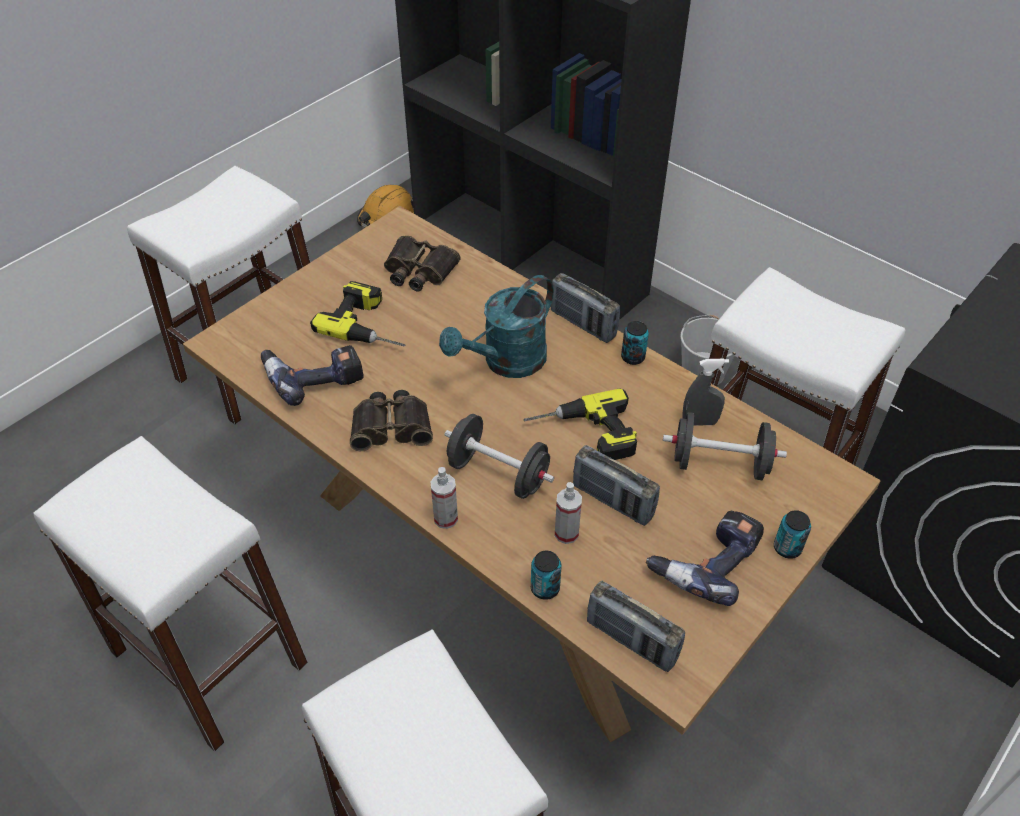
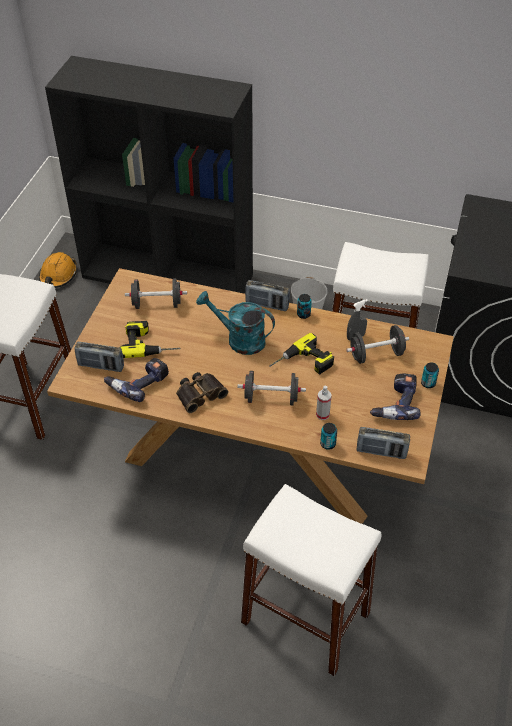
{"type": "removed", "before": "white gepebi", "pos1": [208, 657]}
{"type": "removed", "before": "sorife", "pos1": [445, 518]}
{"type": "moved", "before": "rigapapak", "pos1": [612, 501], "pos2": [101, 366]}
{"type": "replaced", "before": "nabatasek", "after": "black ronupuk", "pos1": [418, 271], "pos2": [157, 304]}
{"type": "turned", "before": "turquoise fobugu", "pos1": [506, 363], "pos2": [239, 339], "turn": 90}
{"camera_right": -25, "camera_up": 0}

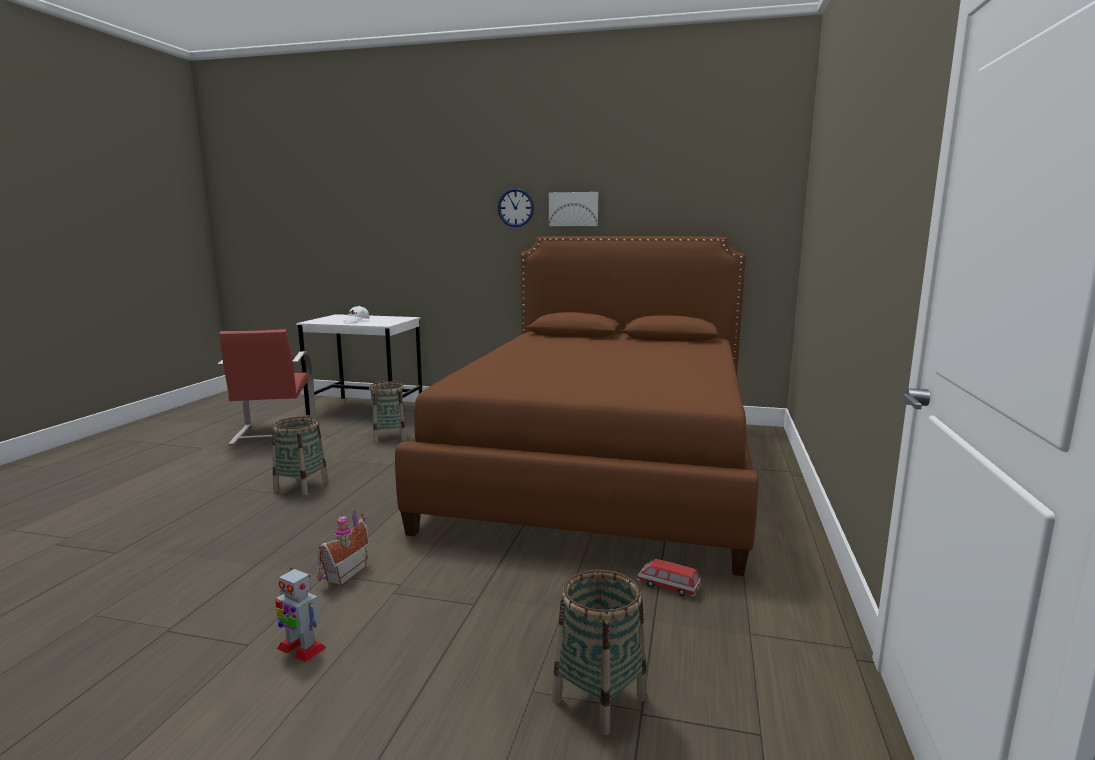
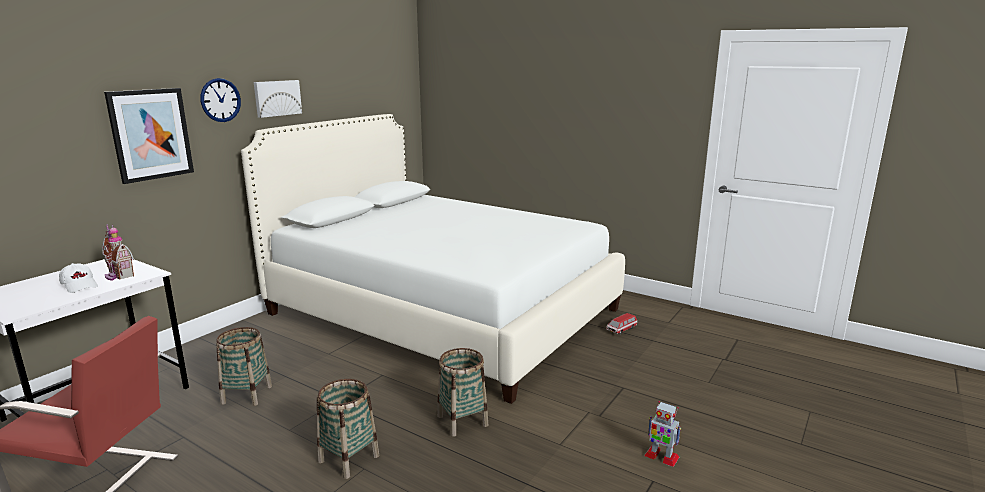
{"type": "added", "after": "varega", "pos2": [151, 134]}
{"type": "moved", "before": "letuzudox", "pos1": [343, 574], "pos2": [118, 275]}
{"type": "moved", "before": "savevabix", "pos1": [599, 699], "pos2": [462, 420]}
{"type": "recoloured", "before": "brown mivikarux", "after": "white mivikarux", "pos1": [602, 467], "pos2": [442, 311]}
{"type": "turned", "before": "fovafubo", "pos1": [301, 648], "pos2": [661, 456], "turn": 75}
{"camera_right": -70, "camera_up": 5}

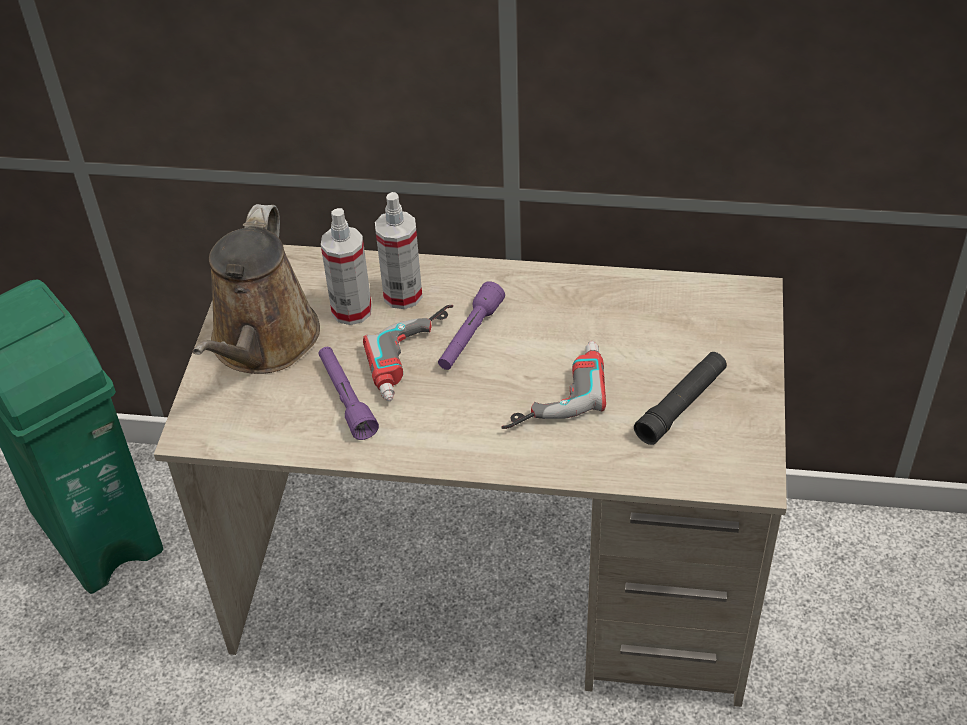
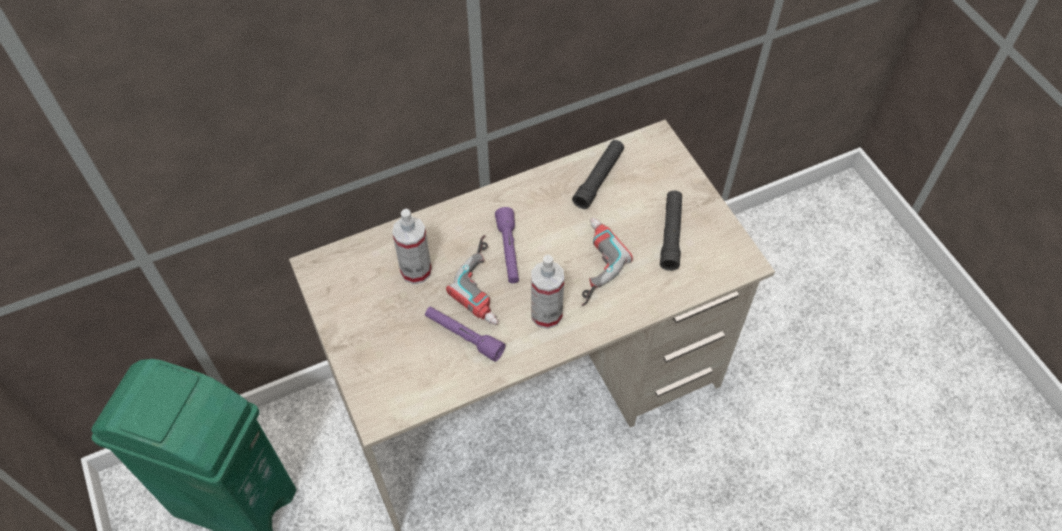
{"type": "removed", "before": "brown fobugu", "pos1": [262, 344]}
{"type": "added", "after": "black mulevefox", "pos2": [599, 178]}
{"type": "moved", "before": "sorife", "pos1": [402, 295], "pos2": [546, 315]}
{"camera_right": -35, "camera_up": 10}

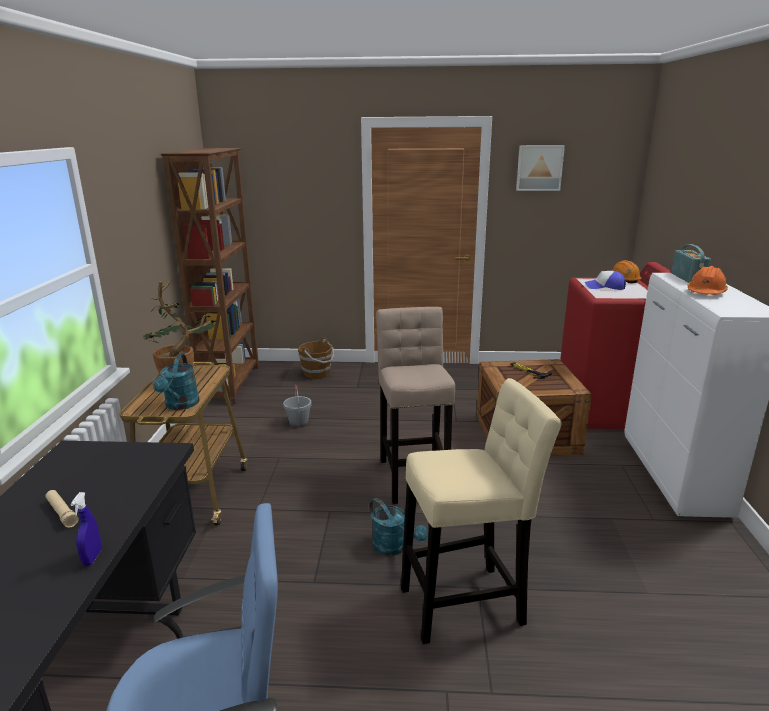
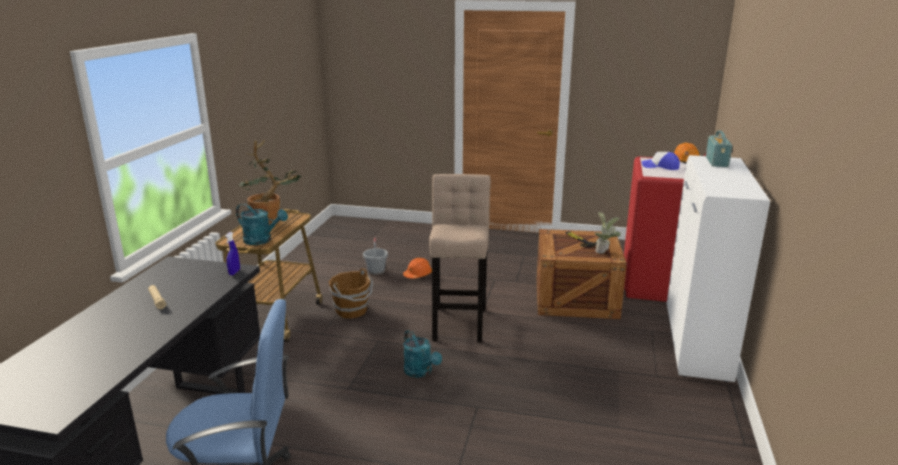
{"type": "removed", "before": "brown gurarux", "pos1": [231, 384]}
{"type": "removed", "before": "beige gepebi", "pos1": [468, 603]}
{"type": "removed", "before": "varega", "pos1": [539, 167]}
{"type": "added", "after": "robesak", "pos2": [605, 252]}
{"type": "moved", "before": "blue sorife", "pos1": [92, 557], "pos2": [234, 272]}
{"type": "moved", "before": "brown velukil", "pos1": [317, 374], "pos2": [352, 311]}
{"type": "moved", "before": "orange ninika", "pos1": [705, 293], "pos2": [418, 275]}
{"type": "turned", "before": "turquoise fobugu", "pos1": [180, 405], "pos2": [262, 240], "turn": -75}
{"camera_right": 10, "camera_up": 0}

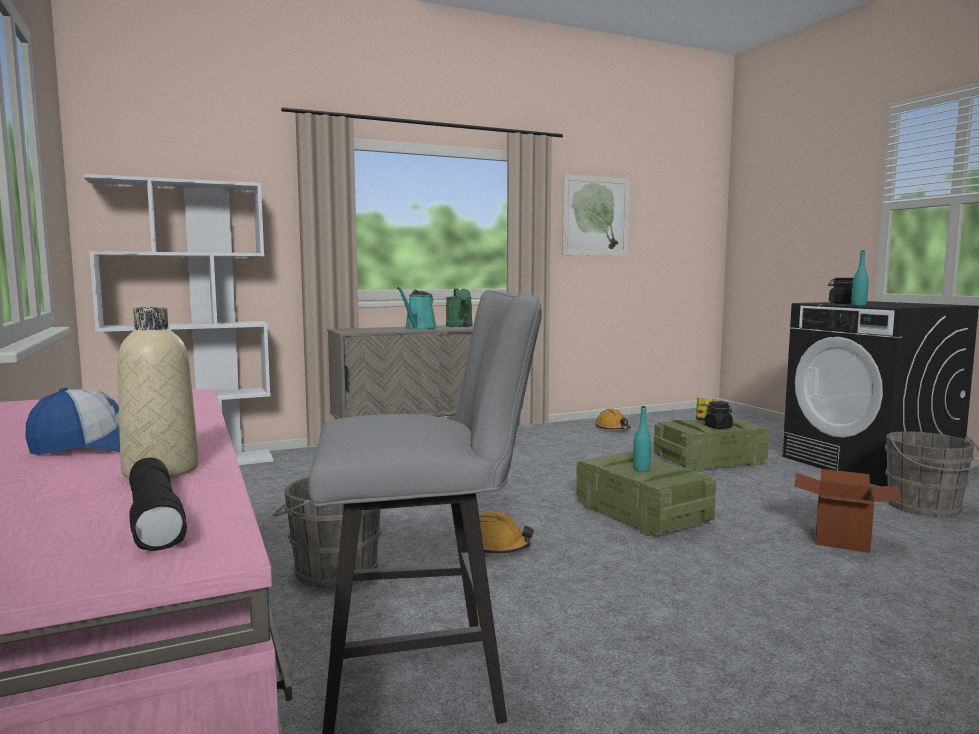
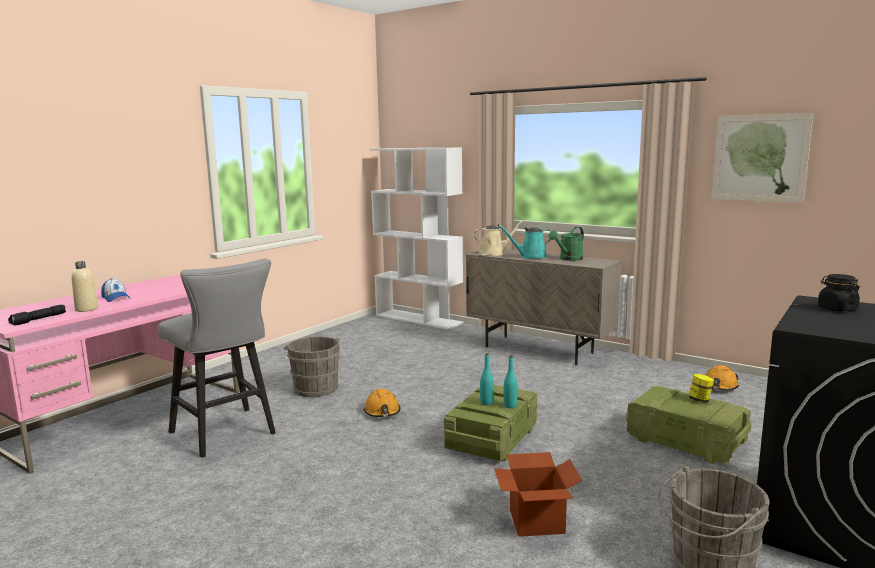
{"type": "removed", "before": "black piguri", "pos1": [718, 427]}
{"type": "added", "after": "beige fobugu", "pos2": [494, 253]}
{"type": "moved", "before": "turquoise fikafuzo", "pos1": [858, 305], "pos2": [510, 406]}
{"camera_right": 60, "camera_up": 5}

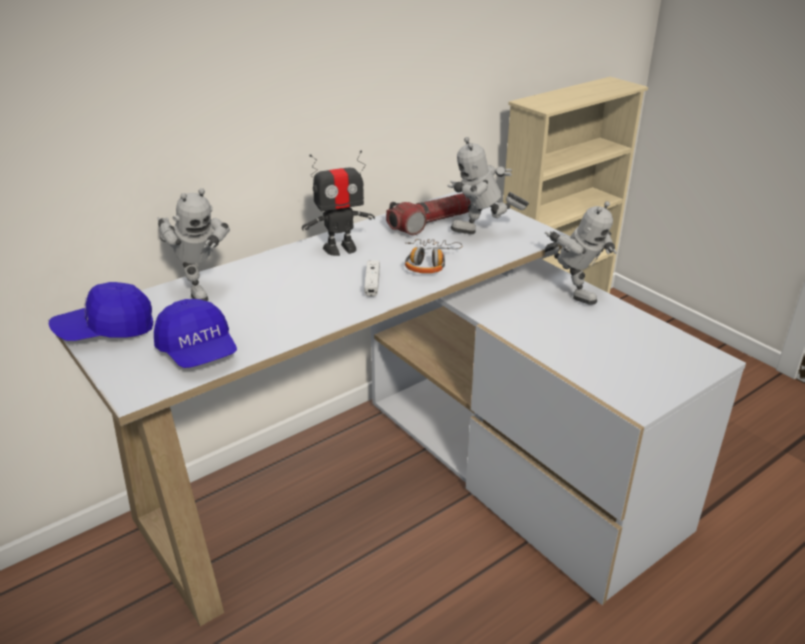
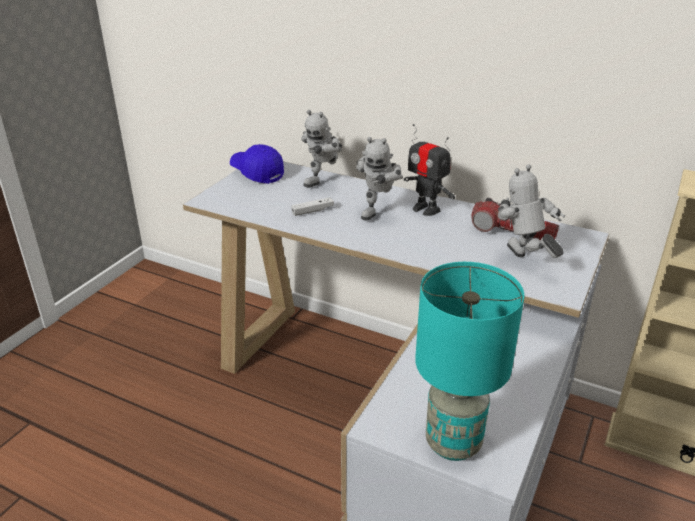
{"type": "removed", "before": "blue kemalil", "pos1": [198, 352]}
{"type": "removed", "before": "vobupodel", "pos1": [429, 263]}
{"type": "added", "after": "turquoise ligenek", "pos2": [454, 442]}
{"type": "moved", "before": "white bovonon", "pos1": [372, 283], "pos2": [312, 211]}
{"type": "moved", "before": "fovafubo", "pos1": [571, 292], "pos2": [378, 211]}
{"camera_right": 65, "camera_up": 0}

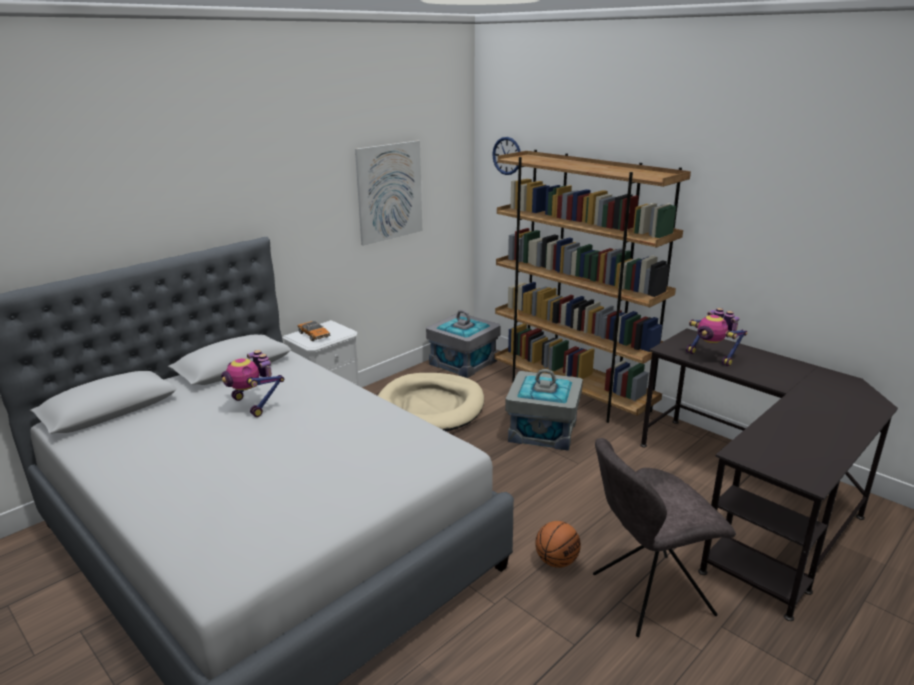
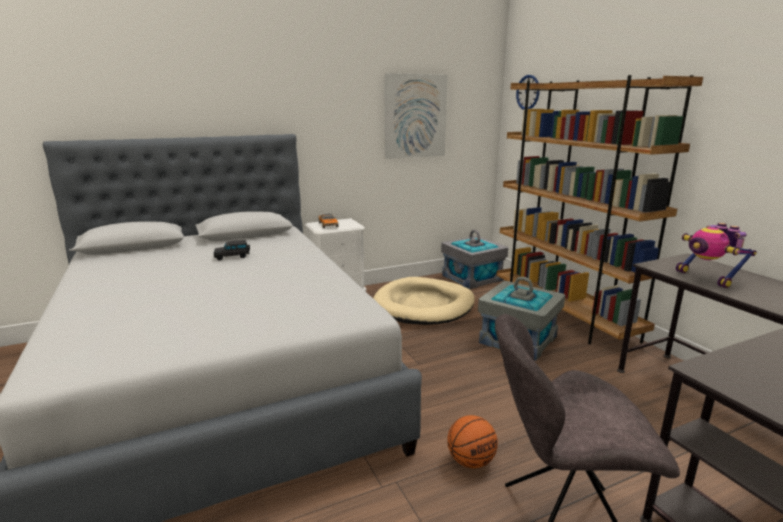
{"type": "replaced", "before": "fovafubo", "after": "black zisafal", "pos1": [254, 405], "pos2": [232, 257]}
{"camera_right": 20, "camera_up": -5}

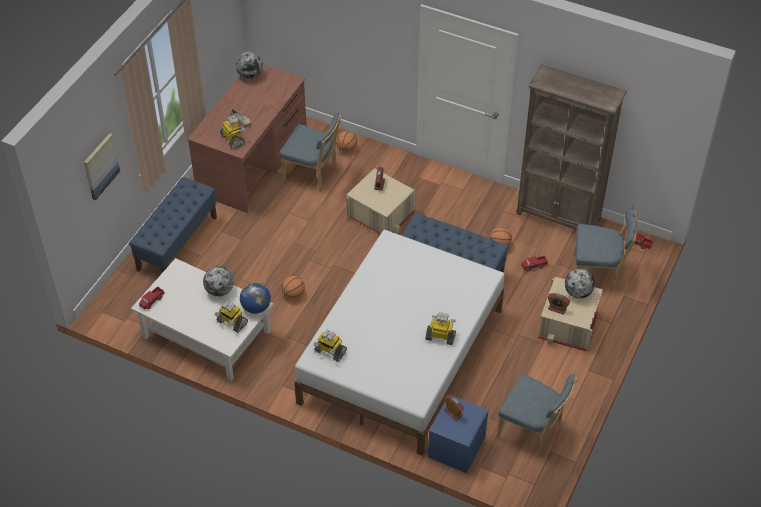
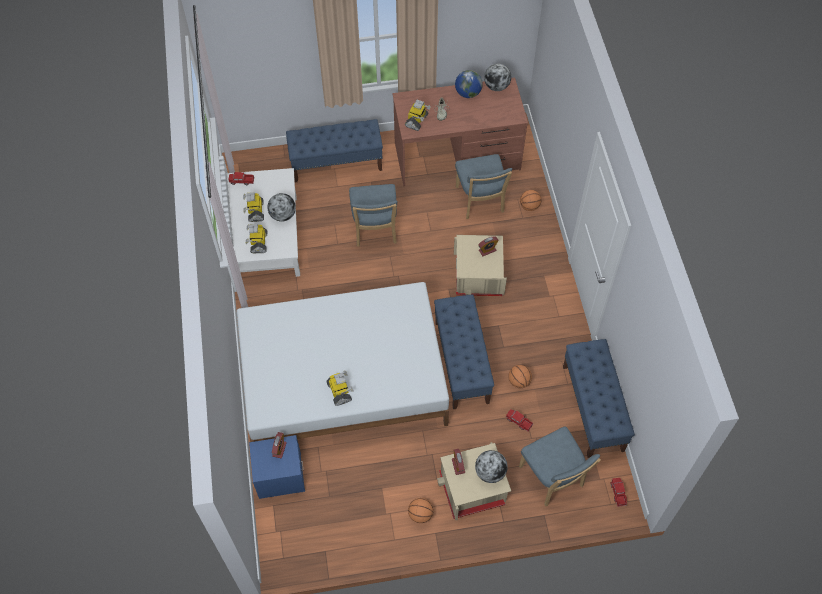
{"type": "removed", "before": "varega", "pos1": [100, 166]}
{"type": "moved", "before": "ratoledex", "pos1": [256, 307], "pos2": [468, 93]}
{"type": "moved", "before": "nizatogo", "pos1": [293, 294], "pos2": [420, 514]}
{"type": "moved", "before": "fovafubo", "pos1": [330, 351], "pos2": [255, 211]}
{"type": "moved", "before": "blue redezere", "pos1": [532, 432], "pos2": [375, 230]}
{"type": "replaced", "before": "brown gurarux", "after": "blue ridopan", "pos1": [558, 216], "pos2": [593, 408]}
{"camera_right": 55, "camera_up": 10}

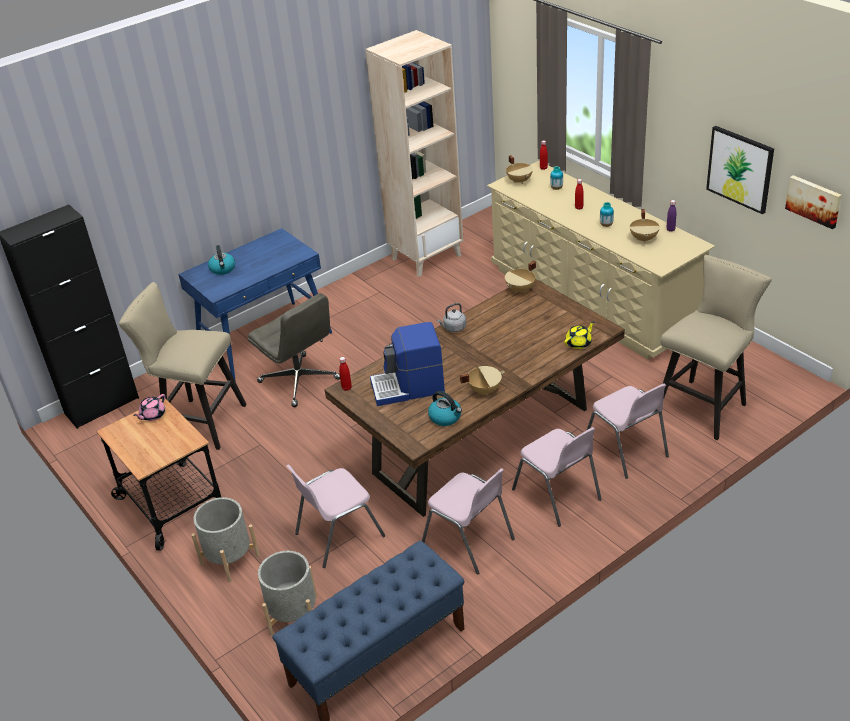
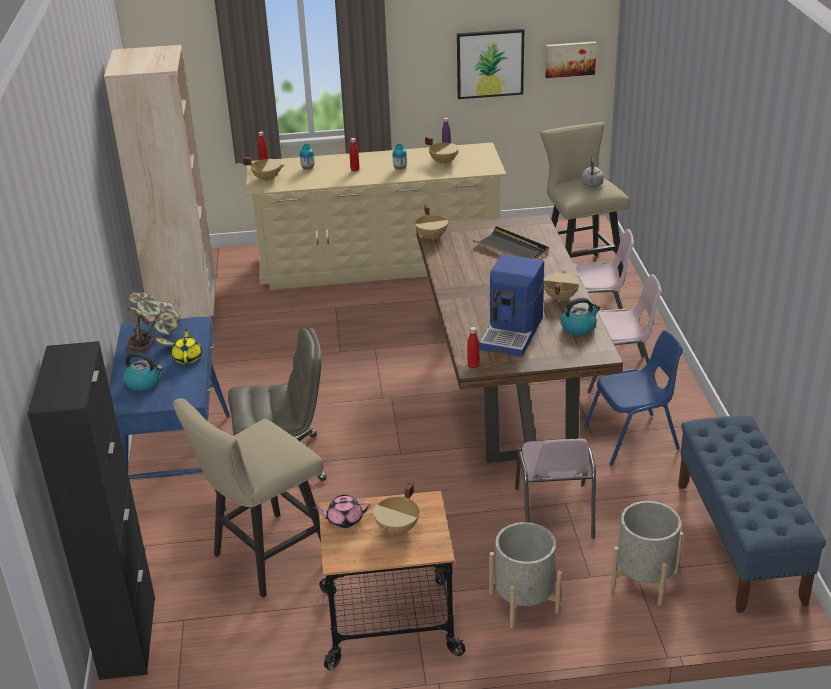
{"type": "added", "after": "robesak", "pos2": [156, 338]}
{"type": "added", "after": "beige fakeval", "pos2": [398, 528]}
{"type": "added", "after": "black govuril", "pos2": [511, 248]}
{"type": "moved", "before": "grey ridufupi", "pos1": [453, 328], "pos2": [592, 185]}
{"type": "moved", "before": "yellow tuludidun", "pos1": [579, 343], "pos2": [188, 357]}
{"type": "recoloured", "before": "pink redezere", "after": "blue redezere", "pos1": [469, 541], "pos2": [633, 438]}
{"type": "turned", "before": "pink tuludidun", "pos1": [152, 415], "pos2": [344, 520], "turn": 105}
{"camera_right": -60, "camera_up": -5}

